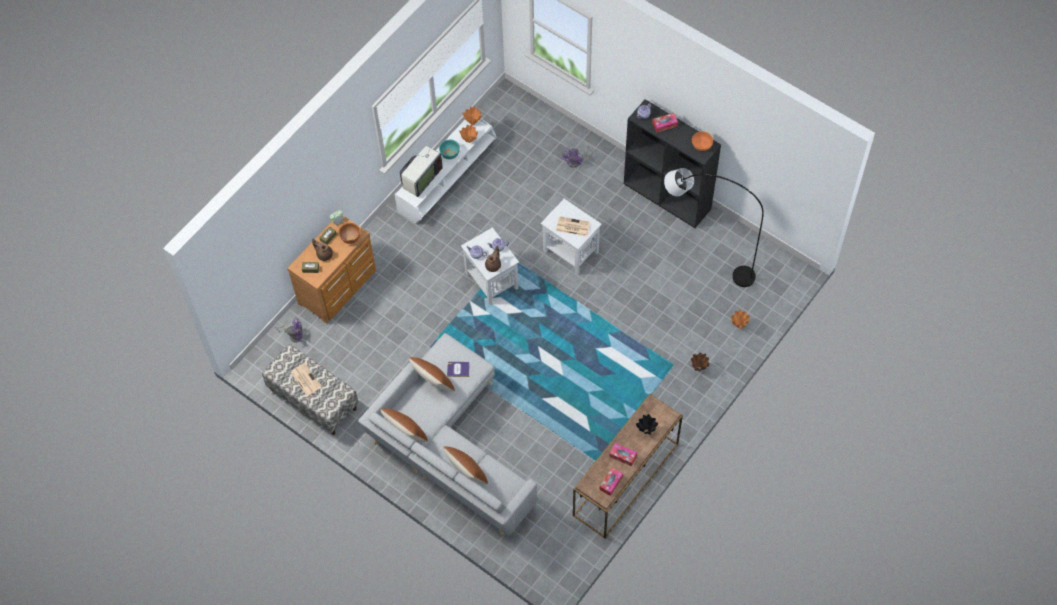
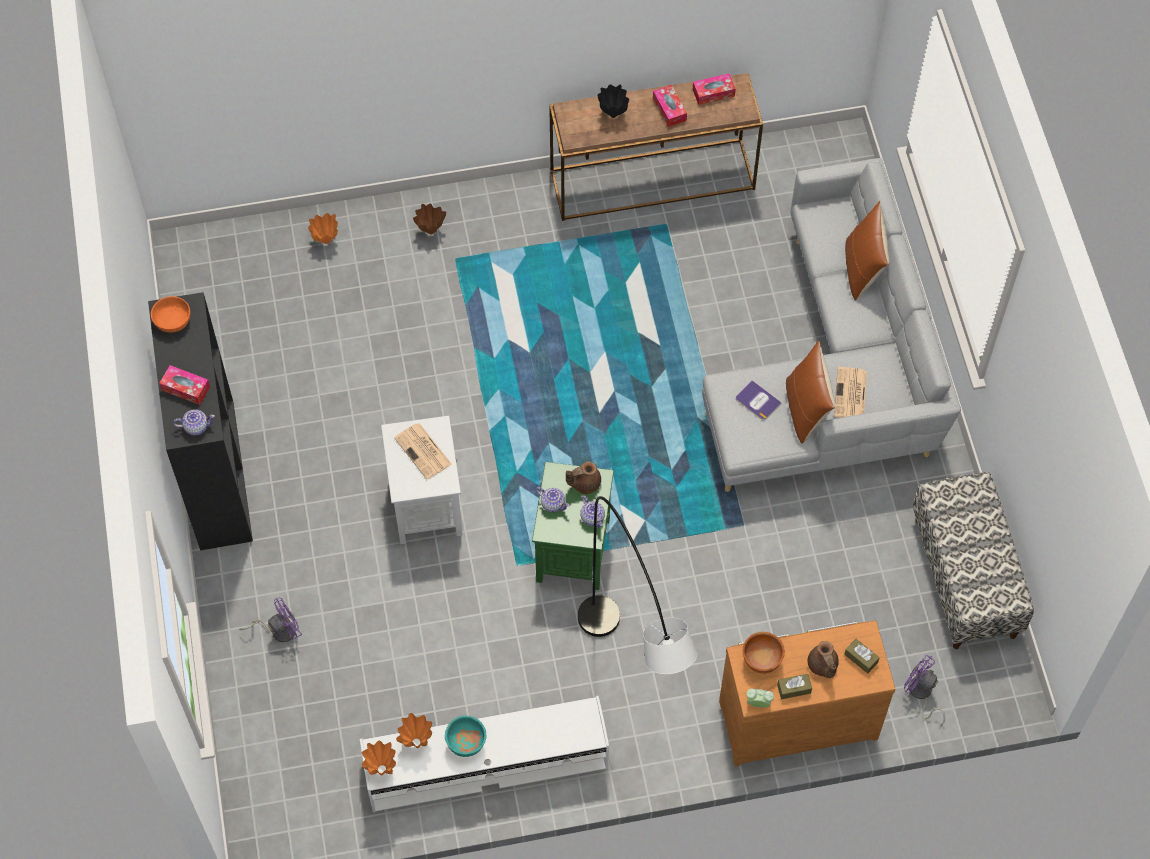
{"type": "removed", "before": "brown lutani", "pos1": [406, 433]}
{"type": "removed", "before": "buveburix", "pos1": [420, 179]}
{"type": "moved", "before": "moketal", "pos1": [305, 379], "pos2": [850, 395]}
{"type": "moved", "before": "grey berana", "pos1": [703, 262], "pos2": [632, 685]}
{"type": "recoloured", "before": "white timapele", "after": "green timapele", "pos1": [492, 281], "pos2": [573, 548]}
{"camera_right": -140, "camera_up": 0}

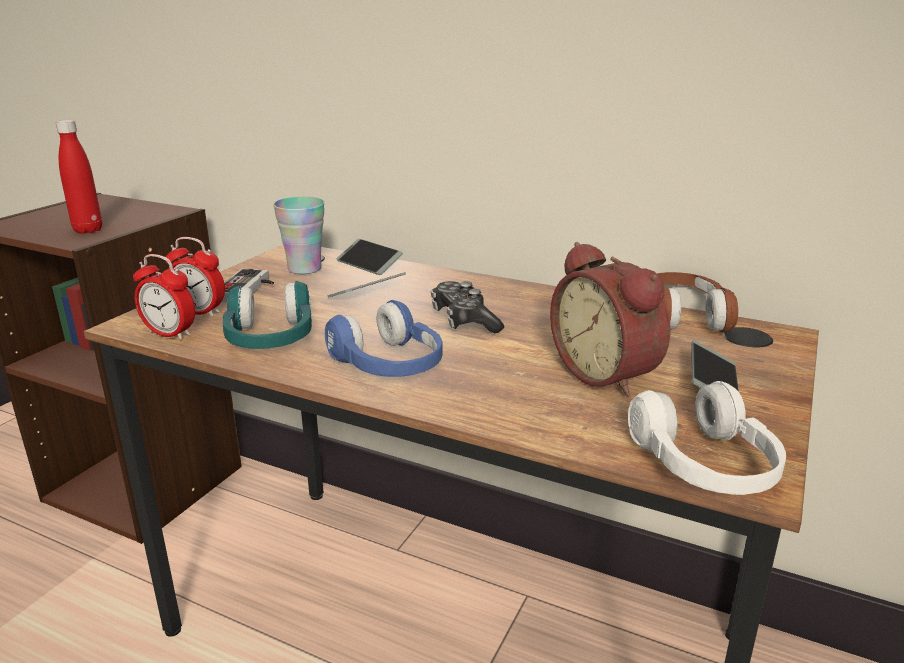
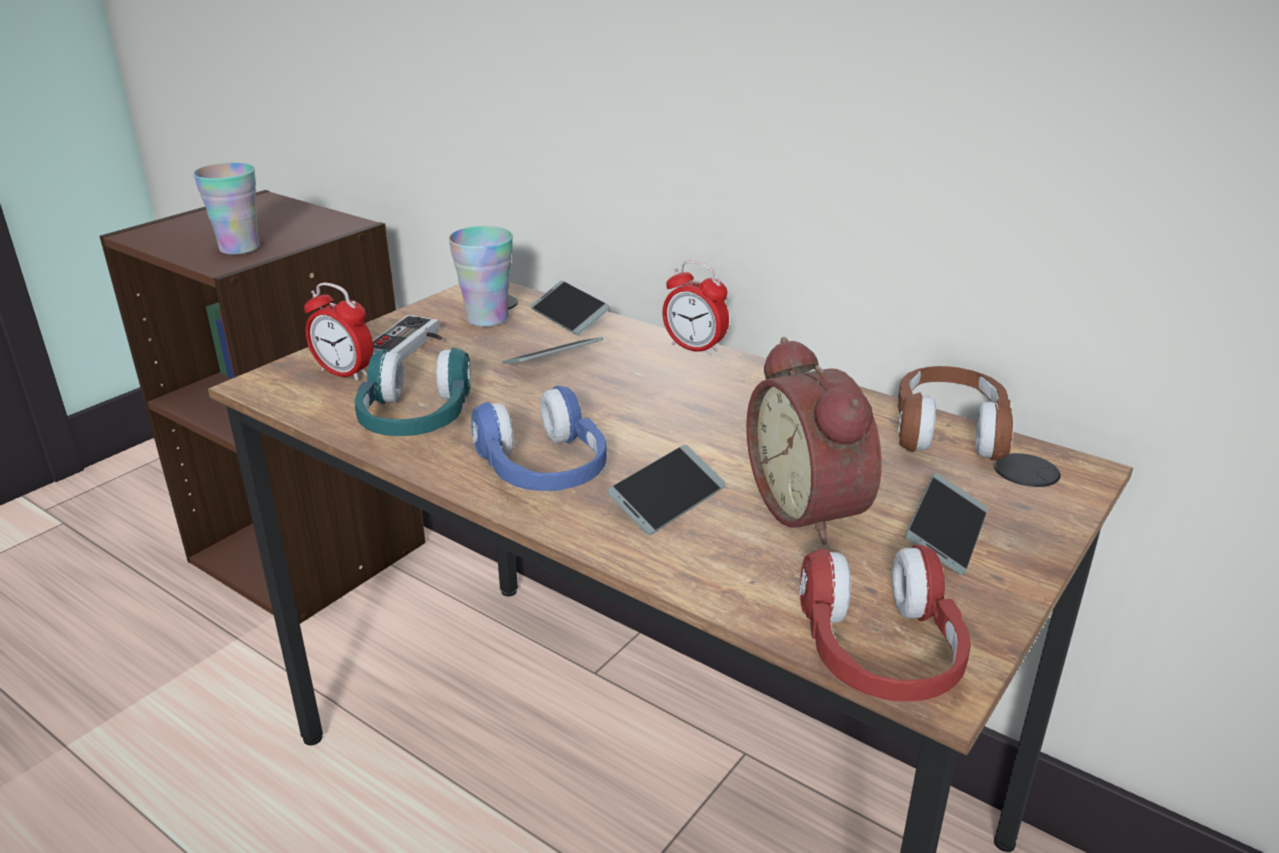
{"type": "removed", "before": "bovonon", "pos1": [464, 320]}
{"type": "added", "after": "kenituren", "pos2": [667, 500]}
{"type": "moved", "before": "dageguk", "pos1": [170, 334], "pos2": [694, 348]}
{"type": "replaced", "before": "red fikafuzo", "after": "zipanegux", "pos1": [88, 230], "pos2": [239, 248]}
{"type": "recoloured", "before": "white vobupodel", "after": "red vobupodel", "pos1": [704, 466], "pos2": [879, 652]}
{"camera_right": 10, "camera_up": 5}

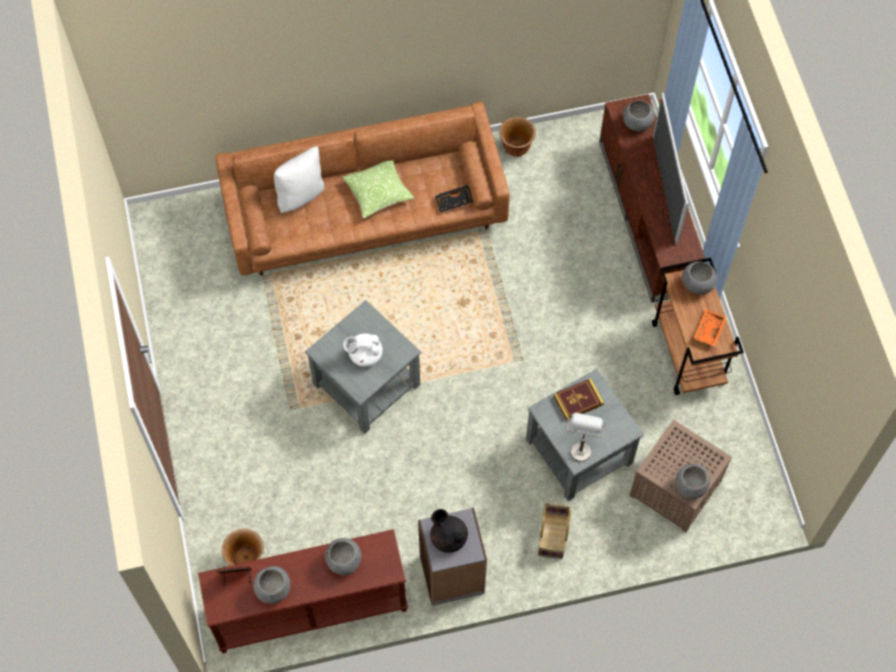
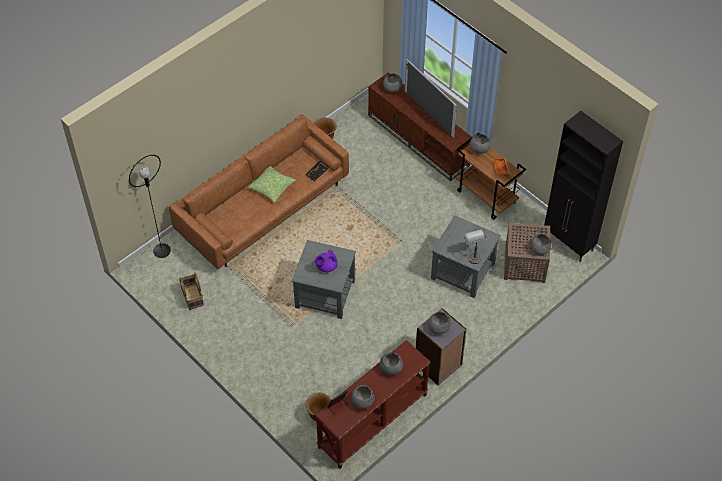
{"type": "removed", "before": "white lutani", "pos1": [300, 195]}
{"type": "removed", "before": "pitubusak", "pos1": [578, 400]}
{"type": "added", "after": "black berana", "pos2": [162, 250]}
{"type": "added", "after": "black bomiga", "pos2": [569, 243]}
{"type": "moved", "before": "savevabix", "pos1": [553, 536], "pos2": [193, 296]}
{"type": "replaced", "before": "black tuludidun", "after": "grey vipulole", "pos1": [448, 537], "pos2": [439, 328]}
{"type": "recoloured", "before": "white tuludidun", "after": "purple tuludidun", "pos1": [364, 355], "pos2": [326, 267]}
{"camera_right": -30, "camera_up": -10}

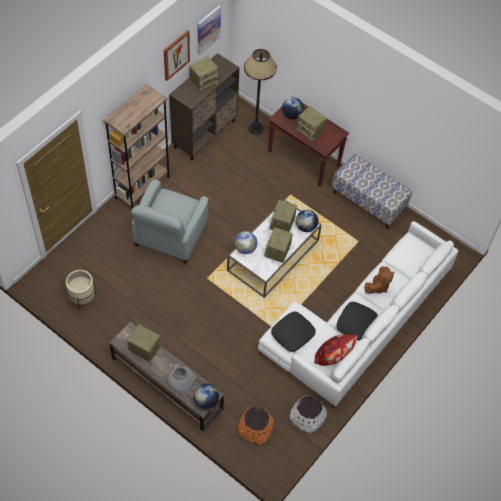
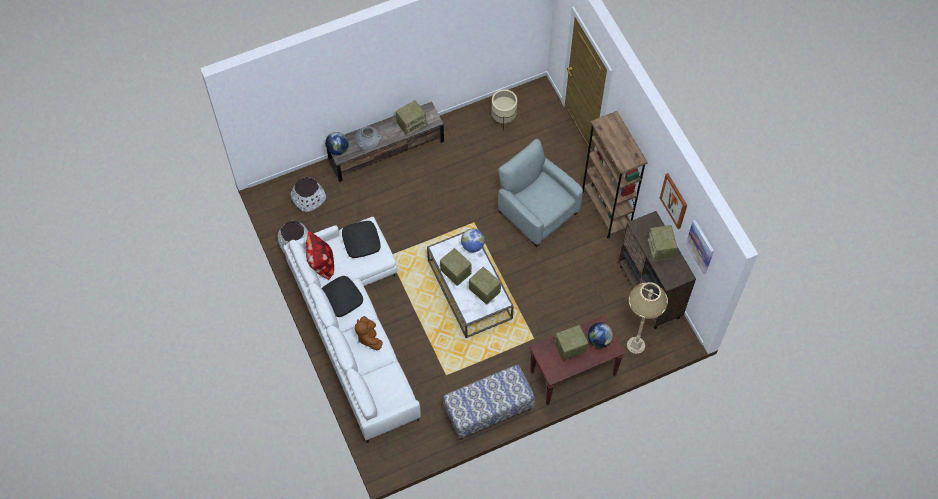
{"type": "removed", "before": "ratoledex", "pos1": [306, 227]}
{"type": "recoloured", "before": "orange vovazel", "after": "white vovazel", "pos1": [255, 428], "pos2": [308, 198]}
{"type": "recoloured", "before": "black berana", "after": "beige berana", "pos1": [256, 128], "pos2": [635, 345]}
{"camera_right": 120, "camera_up": 5}

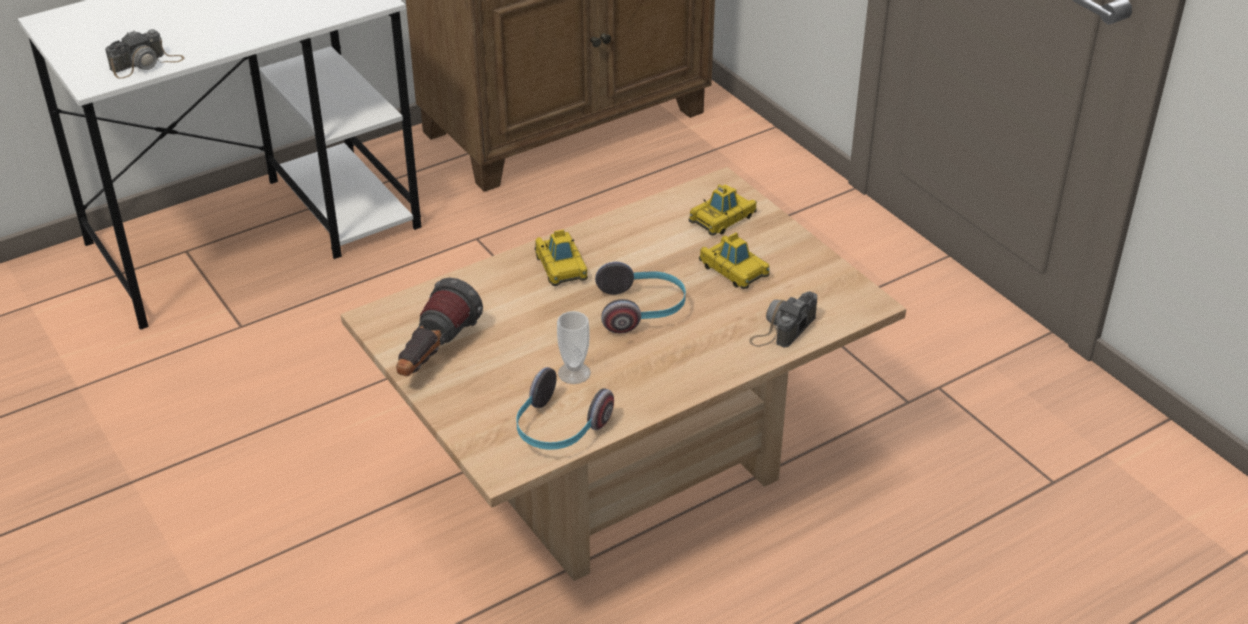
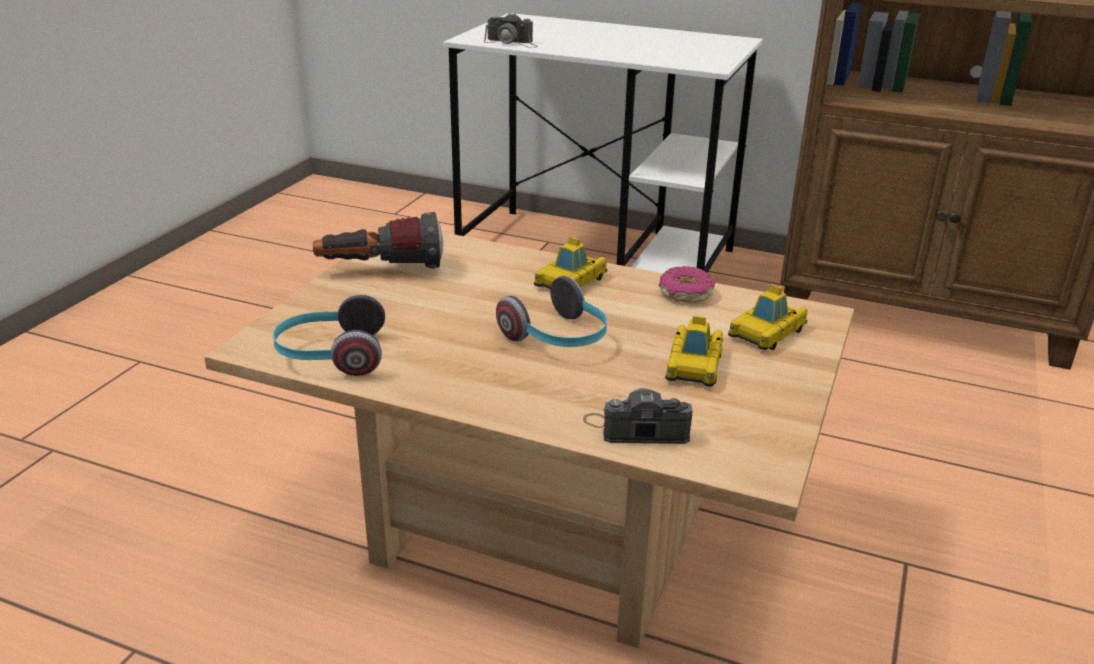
{"type": "removed", "before": "zipanegux", "pos1": [574, 373]}
{"type": "added", "after": "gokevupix", "pos2": [685, 293]}
{"type": "turned", "before": "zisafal", "pos1": [722, 218], "pos2": [766, 332], "turn": 120}
{"camera_right": 55, "camera_up": -10}

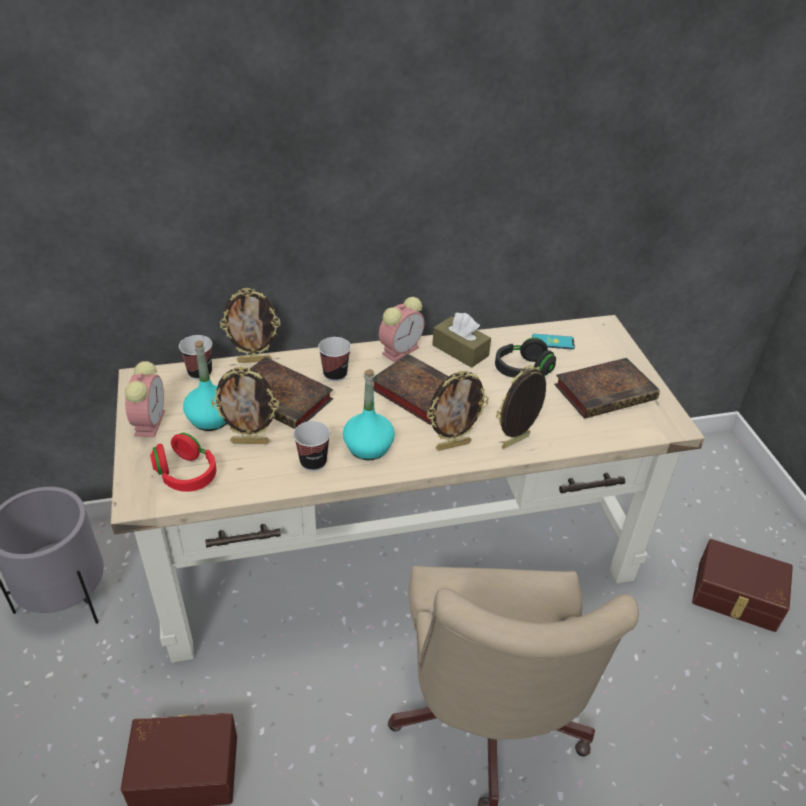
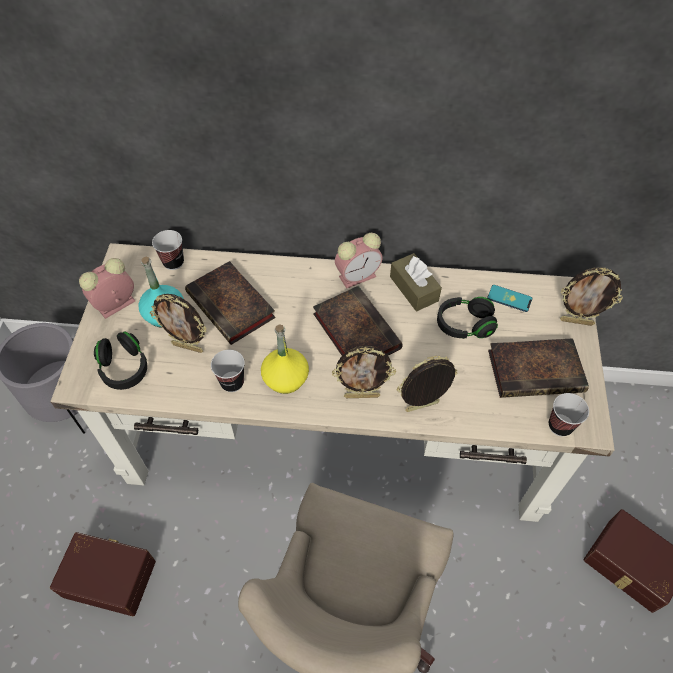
{"type": "moved", "before": "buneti", "pos1": [254, 360], "pos2": [576, 321]}
{"type": "moved", "before": "zipanegux", "pos1": [335, 374], "pos2": [560, 426]}
{"type": "recoloured", "before": "red vobupodel", "after": "black vobupodel", "pos1": [186, 475], "pos2": [124, 368]}
{"type": "recoloured", "before": "turquoise fikafuzo", "after": "yellow fikafuzo", "pos1": [368, 447], "pos2": [285, 378]}
{"type": "turned", "before": "dageguk", "pos1": [149, 422], "pos2": [115, 305], "turn": -150}
{"camera_right": 20, "camera_up": 15}

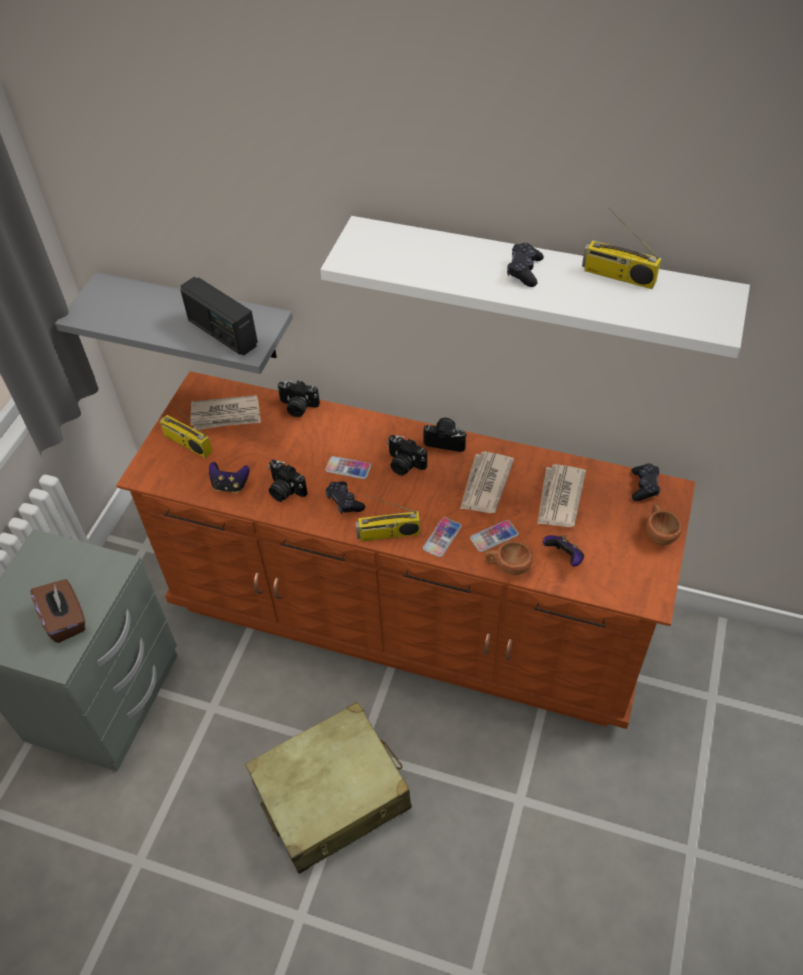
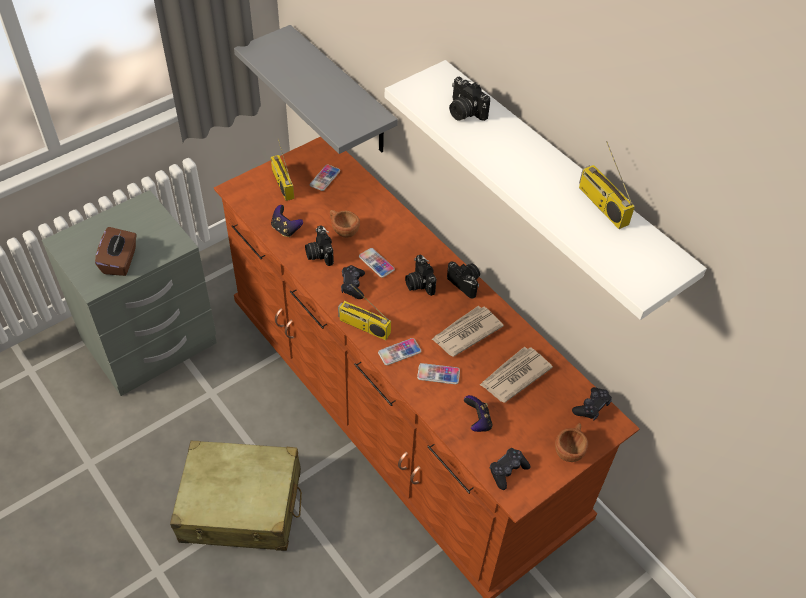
{"type": "removed", "before": "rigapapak", "pos1": [222, 333]}
{"type": "moved", "before": "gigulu", "pos1": [298, 407], "pos2": [464, 112]}
{"type": "moved", "before": "brown zipanegux", "pos1": [507, 566], "pos2": [343, 230]}
{"type": "moved", "before": "black bovonon", "pos1": [524, 271], "pos2": [507, 471]}
{"type": "replaced", "before": "moketal", "after": "kenituren", "pos1": [226, 415], "pos2": [325, 178]}
{"camera_right": 30, "camera_up": 0}

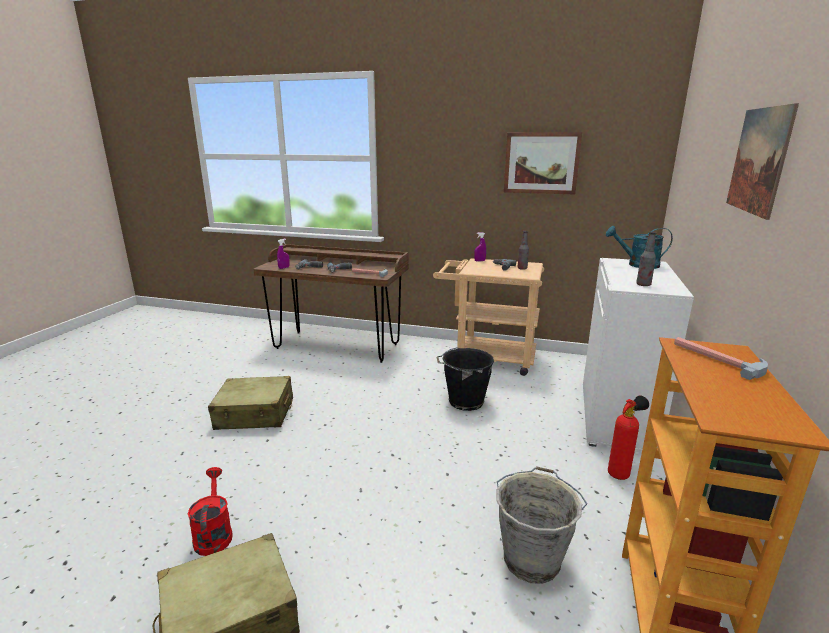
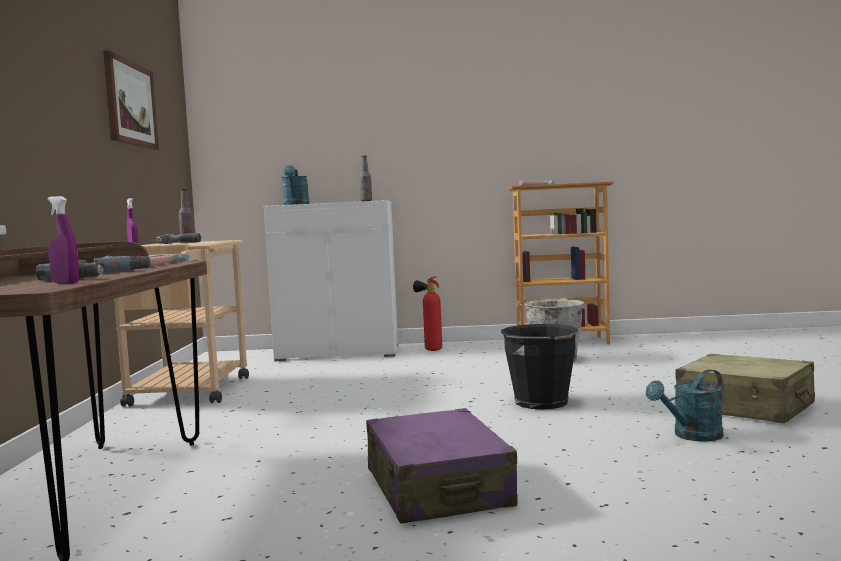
{"type": "removed", "before": "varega", "pos1": [758, 160]}
{"type": "moved", "before": "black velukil", "pos1": [464, 401], "pos2": [542, 403]}
{"type": "recoloured", "before": "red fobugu", "after": "turquoise fobugu", "pos1": [214, 534], "pos2": [692, 436]}
{"type": "recoloured", "before": "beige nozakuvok", "after": "purple nozakuvok", "pos1": [255, 414], "pos2": [438, 488]}
{"camera_right": -105, "camera_up": -15}

